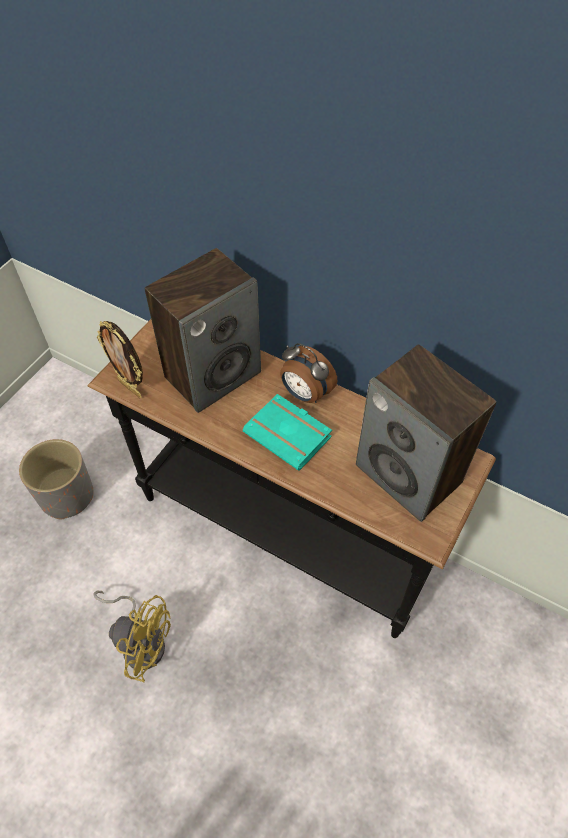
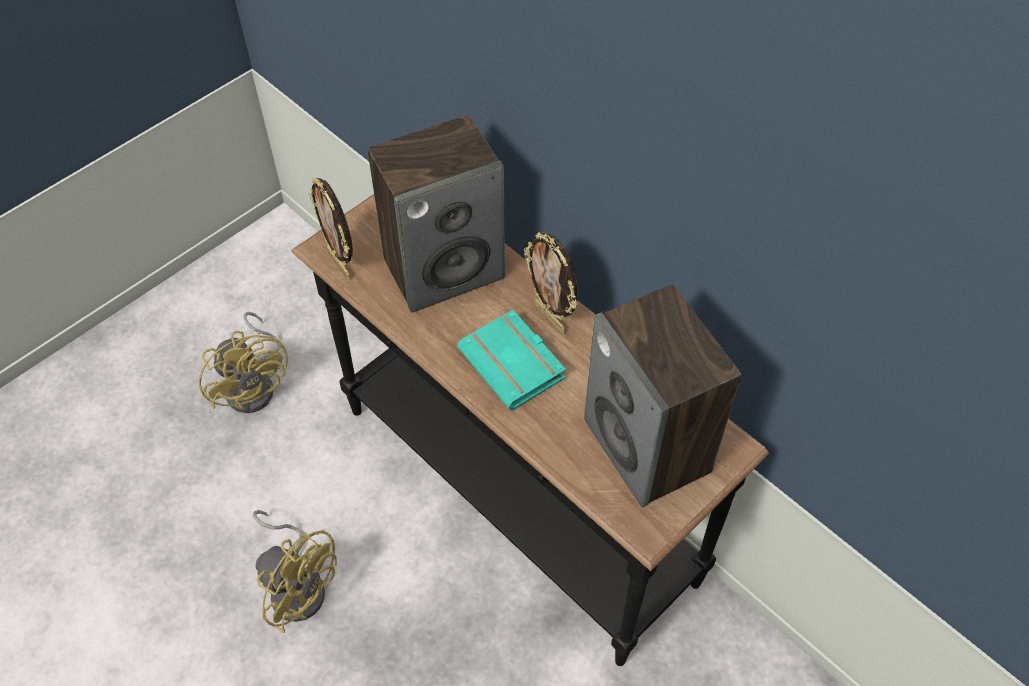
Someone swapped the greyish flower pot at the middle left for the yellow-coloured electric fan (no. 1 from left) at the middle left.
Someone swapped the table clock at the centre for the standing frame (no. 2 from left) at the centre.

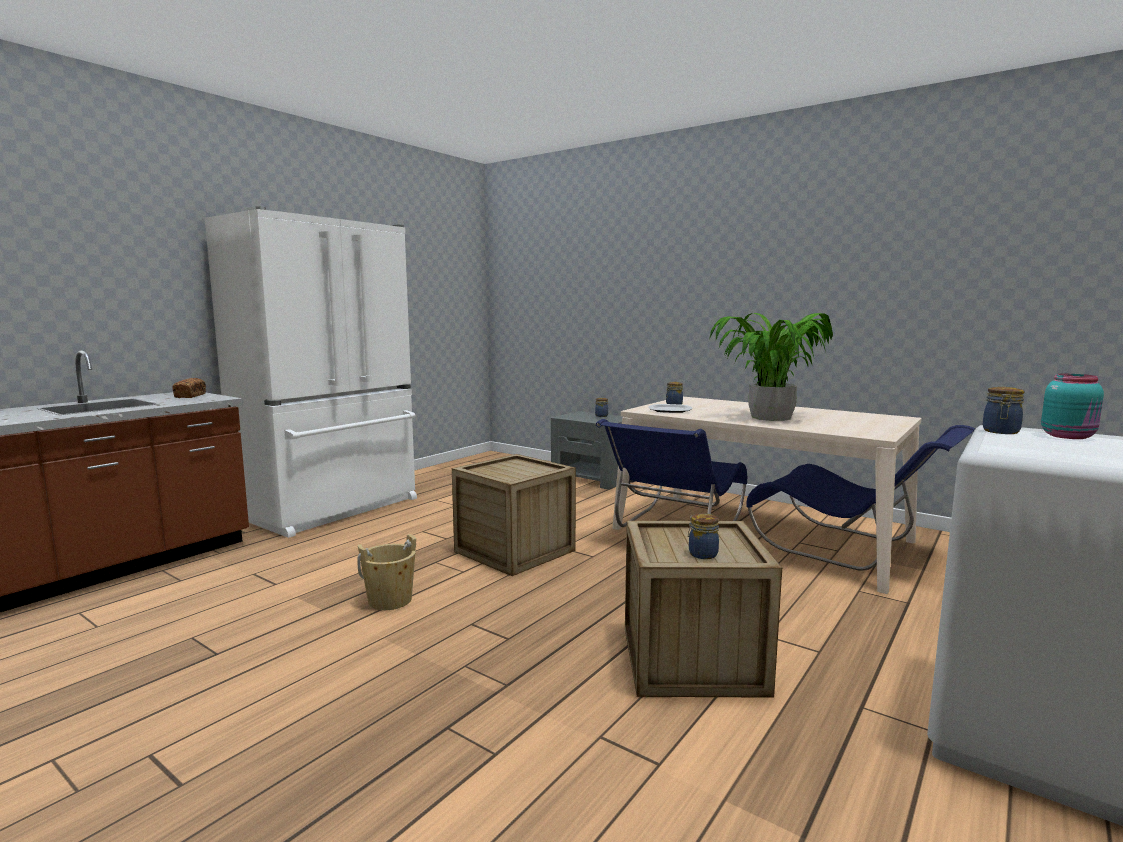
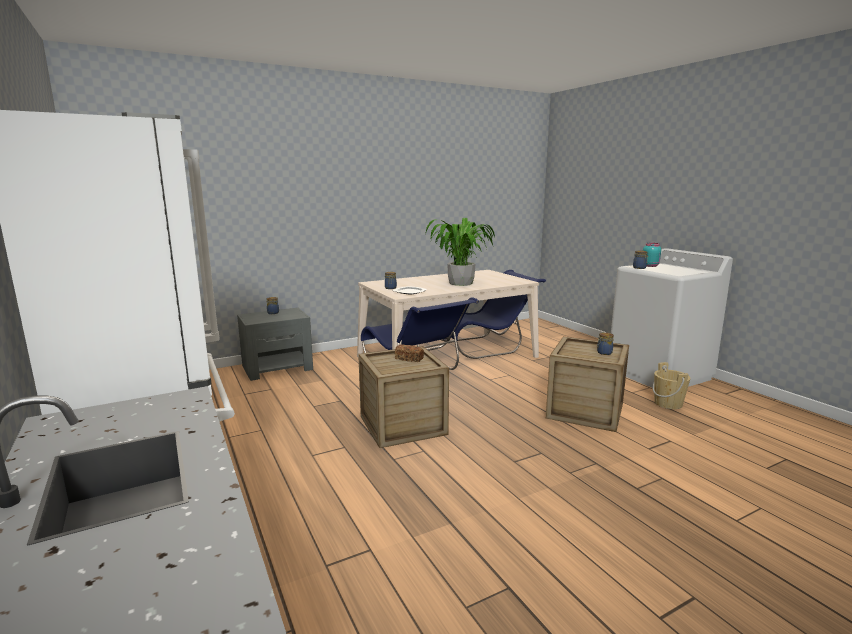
Someone carried the bread from the middle left to the centre.
Someone carried the beige-coloured water bucket from the bottom centre to the middle right.

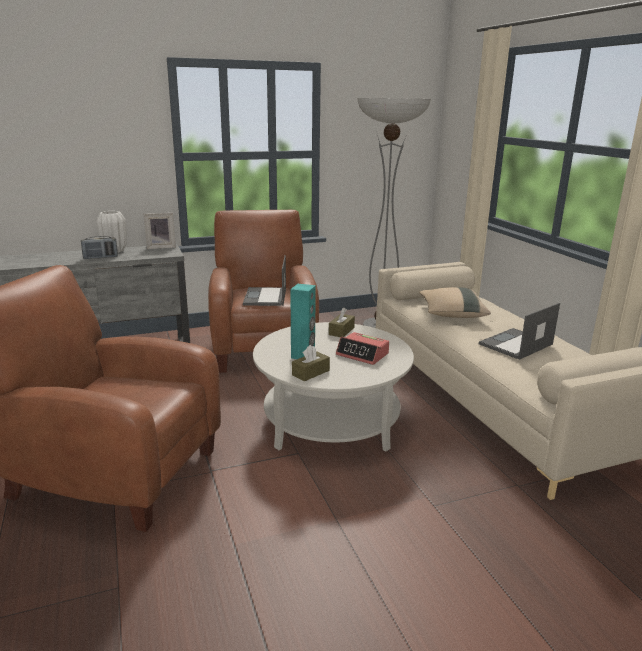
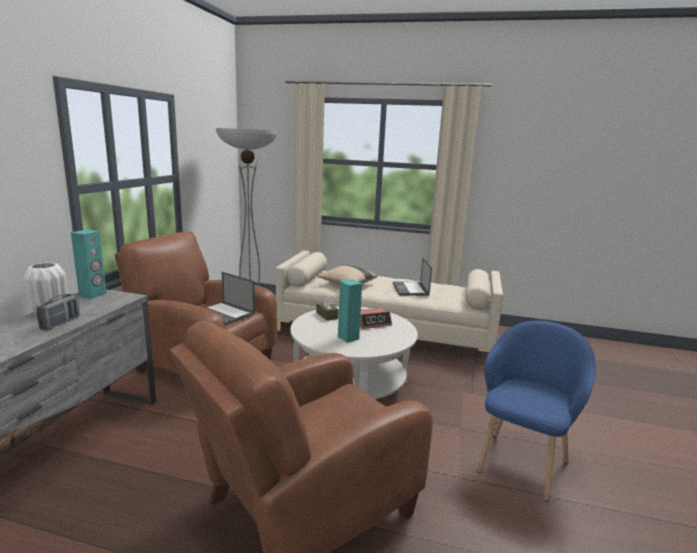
Someone swapped the standing frame at the middle left for the turquoise-coloured loudspeaker (no. 1 from left) at the middle left.
Someone put down the bluish easy chair at the bottom right.
Someone took away the brown tissue box (no. 1 from left) at the centre.

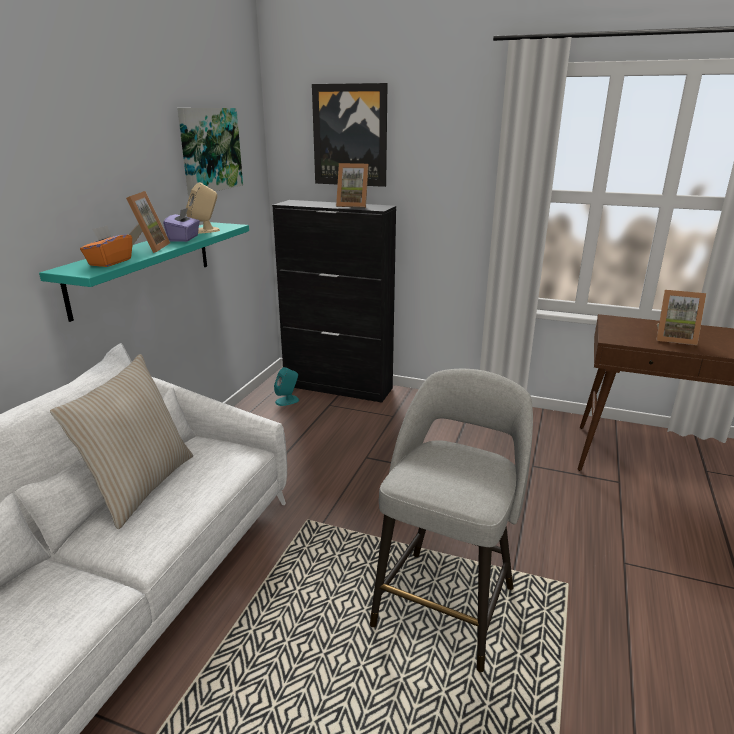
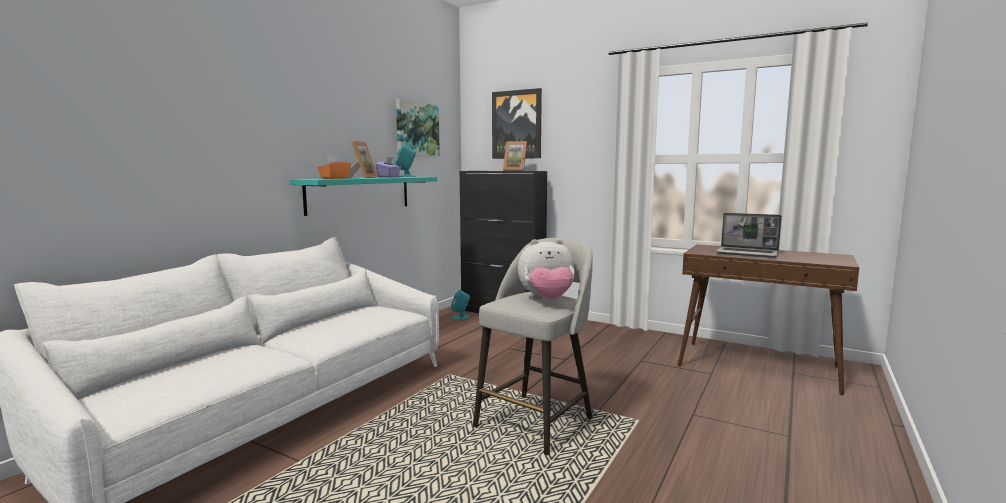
Someone repainted the beige-coloured loudspeaker at the top left, which became the turquoise-coloured loudspeaker (no. 1 from left) at the top centre.
Someone put down the plush toy at the centre.
Someone swapped the standing frame (no. 3 from left) at the middle right for the laptop at the middle right.
Someone took away the beige-coloured throw pillow at the middle left.

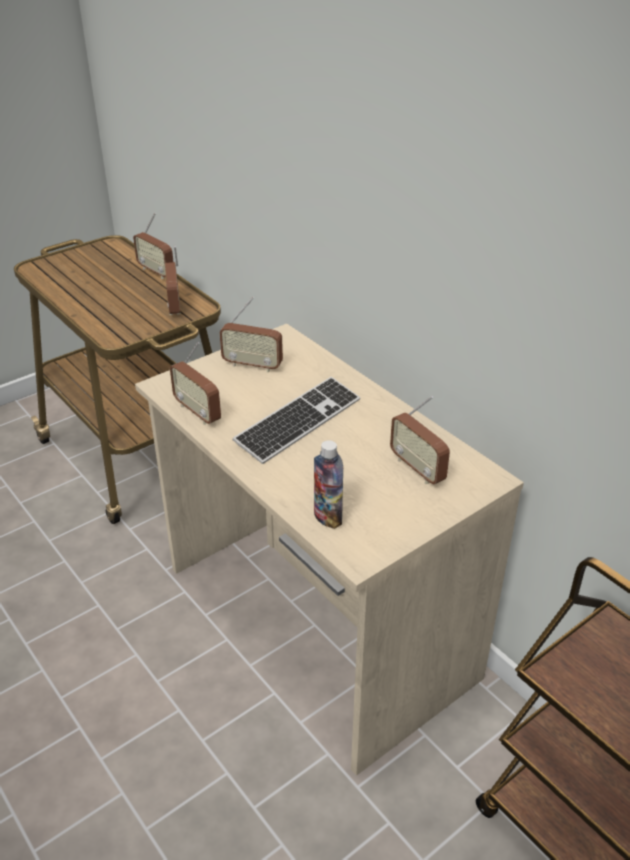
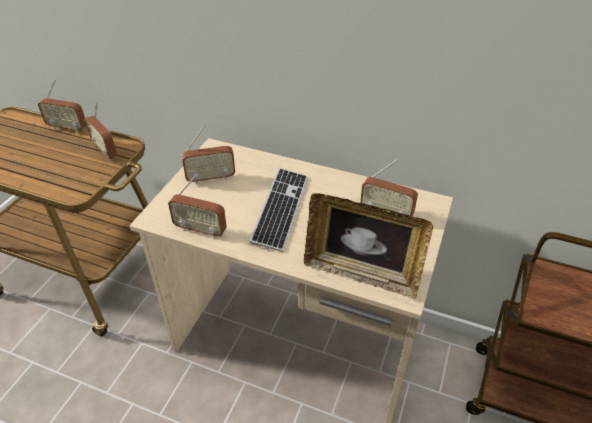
Someone swapped the drink bottle at the centre for the standing frame at the centre.

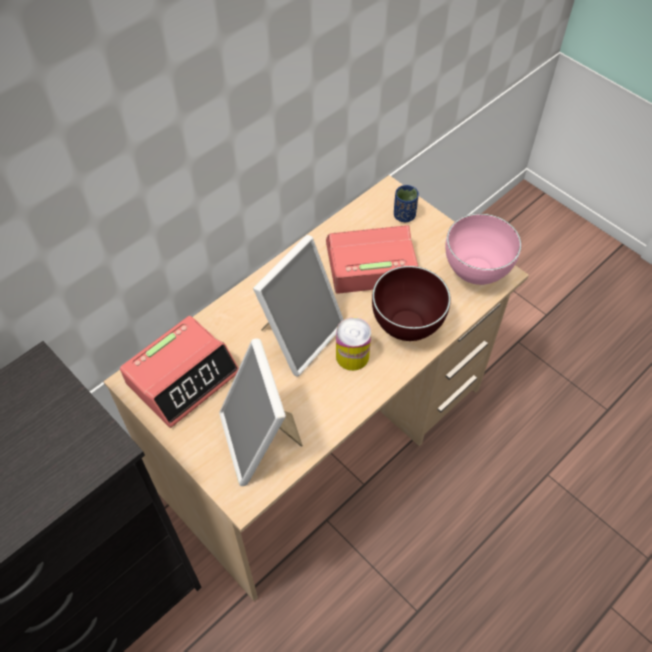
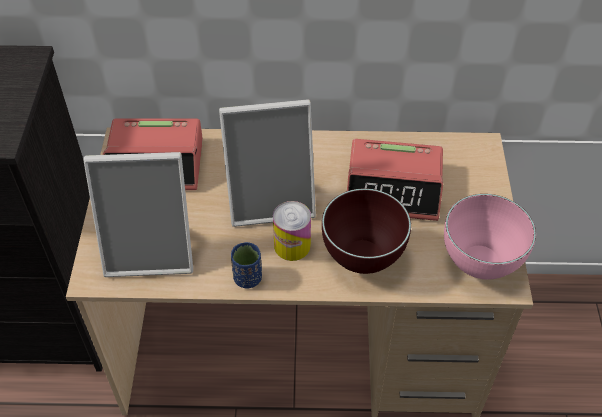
Someone rotated the standing frame (no. 1 from left) at the centre by 120 degrees counterclockwise.
Someone carried the bluish small cup from the top centre to the centre.
Someone rotated the table clock (no. 2 from left) at the centre by 150 degrees clockwise.

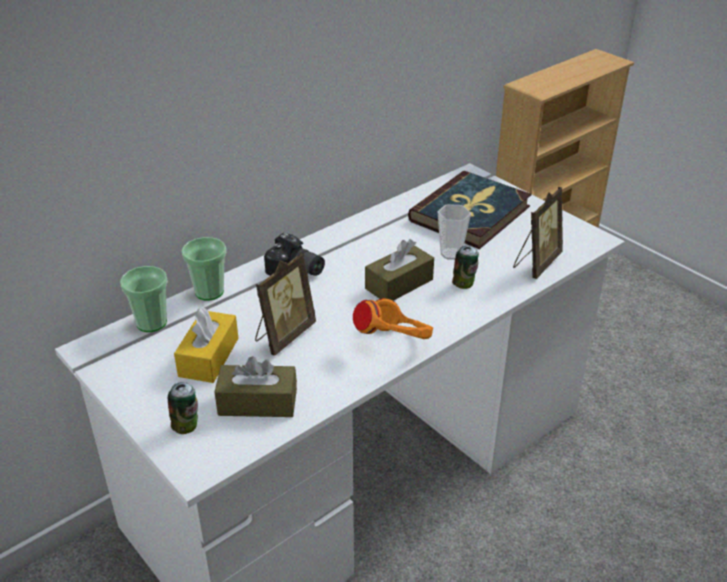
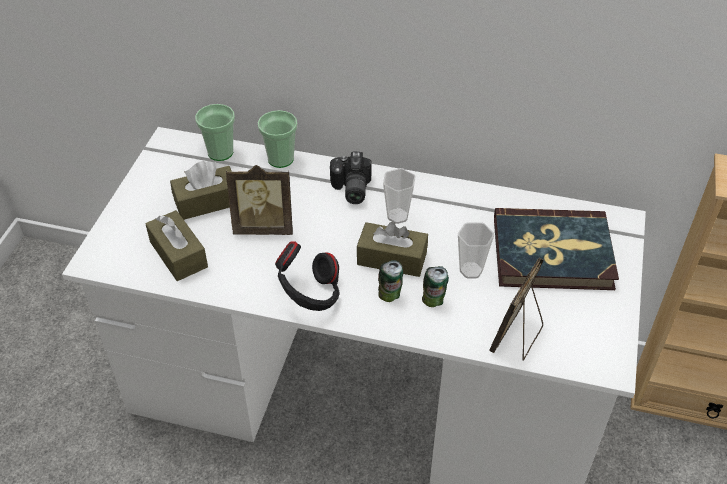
Someone repainted the yellow-coloured tissue box at the middle left, which became the brown tissue box (no. 2 from left) at the middle left.
Someone repainted the orange-coloured pair of headphones at the centre, which became the blackish pair of headphones at the centre.
Someone carried the metal can (no. 1 from left) from the bottom left to the centre.
Someone put down the small cup (no. 3 from left) at the centre.
Someone rotated the standing frame (no. 2 from left) at the middle right by 120 degrees clockwise.

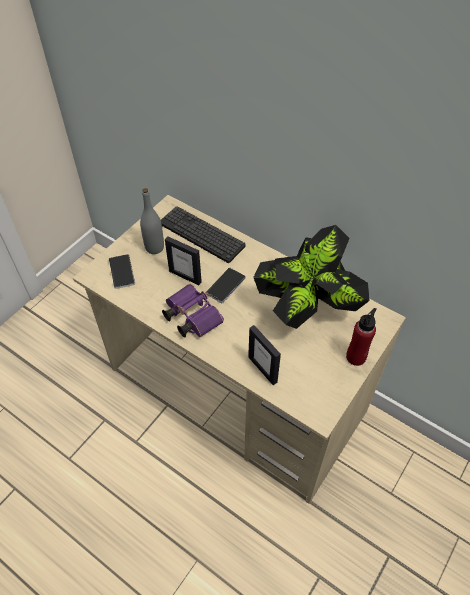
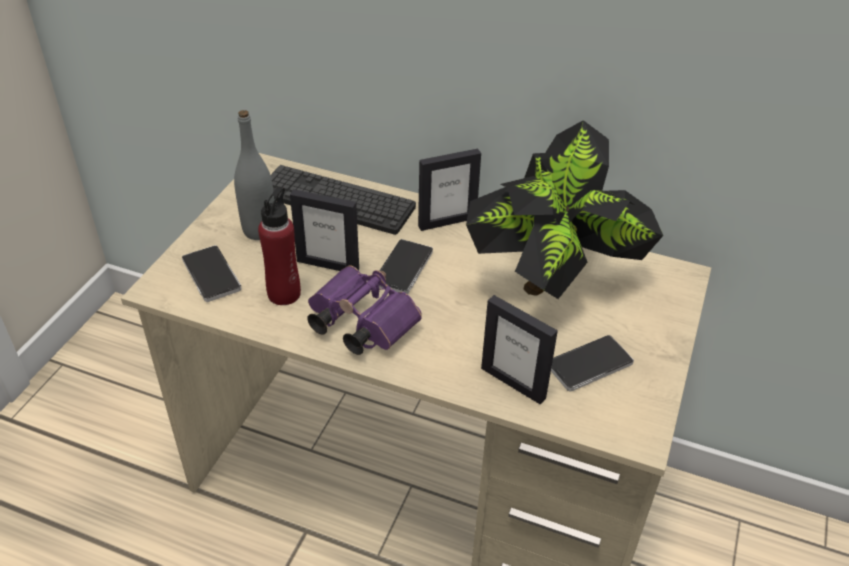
Someone carried the red drink bottle from the middle right to the middle left.
Someone put down the standing frame (no. 2 from left) at the centre.
Someone put down the telephone (no. 3 from left) at the middle right.

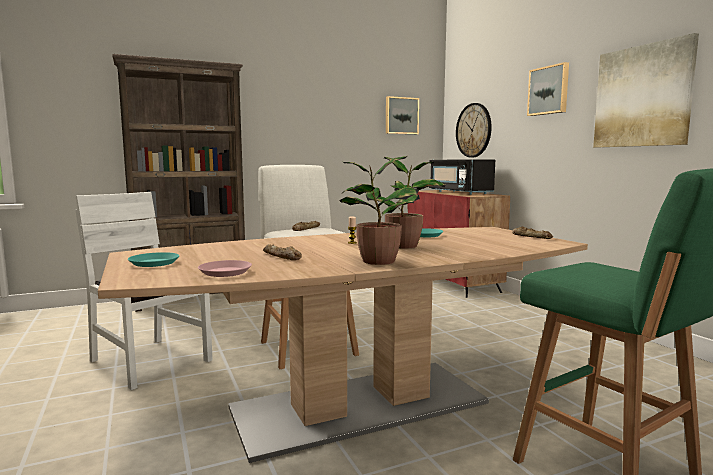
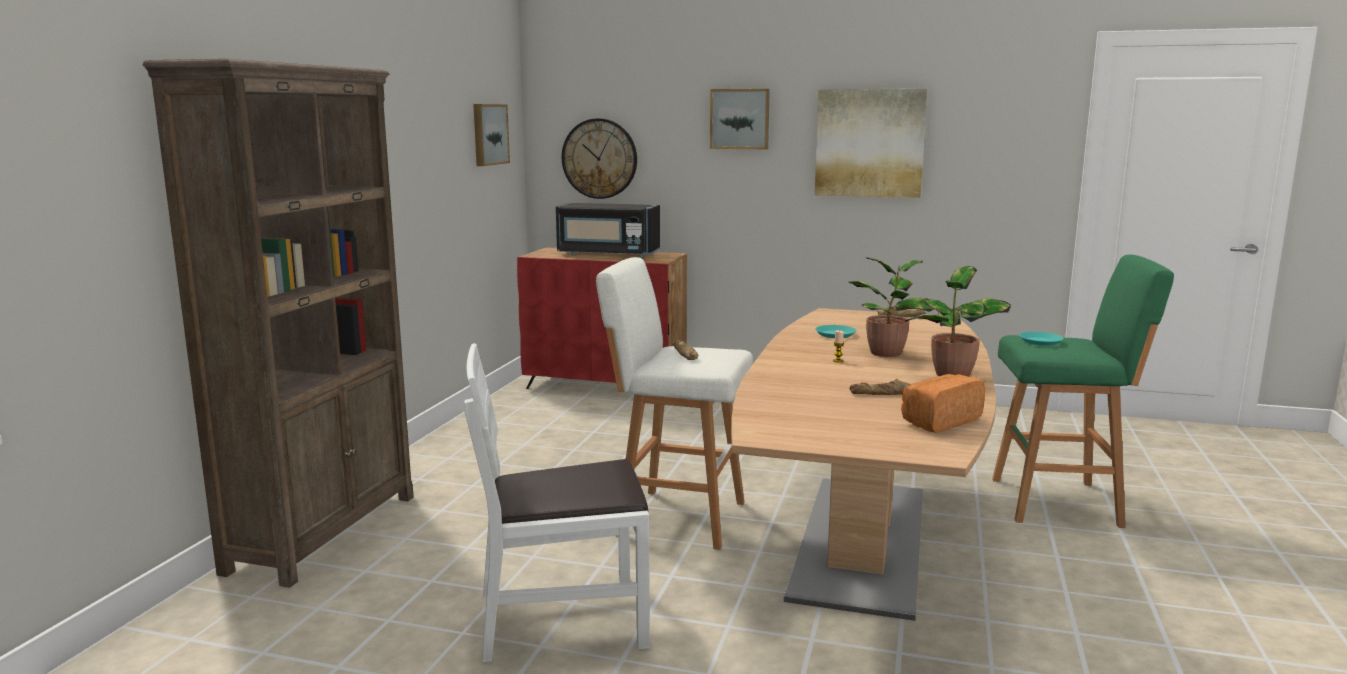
Someone swapped the pink flat dish at the middle left for the bread (no. 4 from left) at the middle right.
Someone carried the turquoise-coloured flat dish (no. 1 from left in the first image) from the middle left to the middle right.

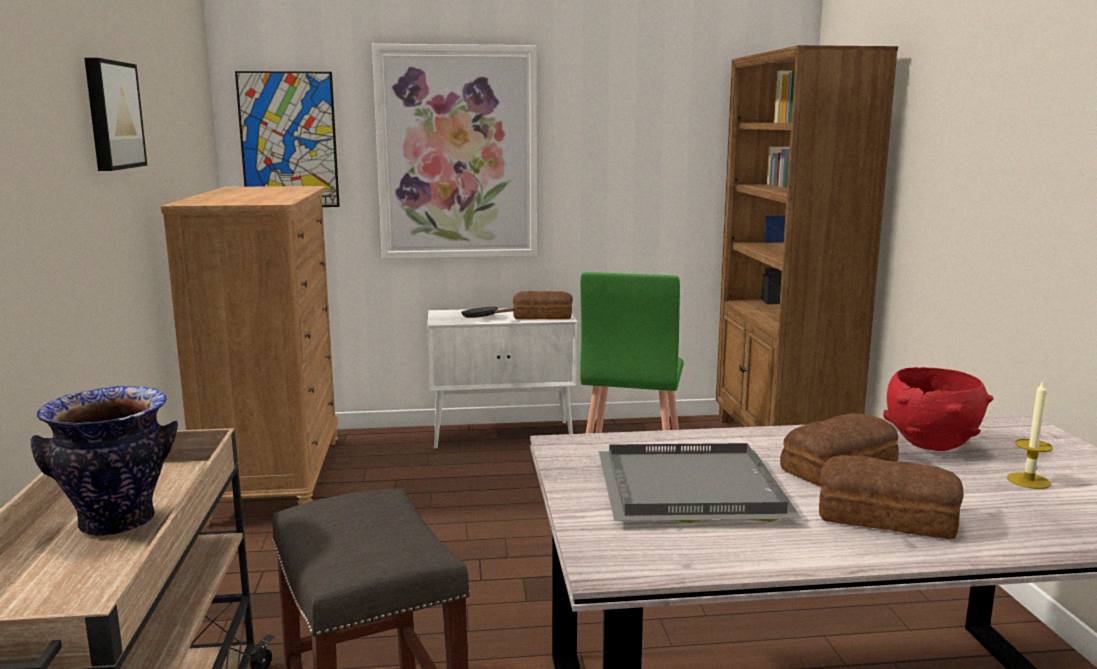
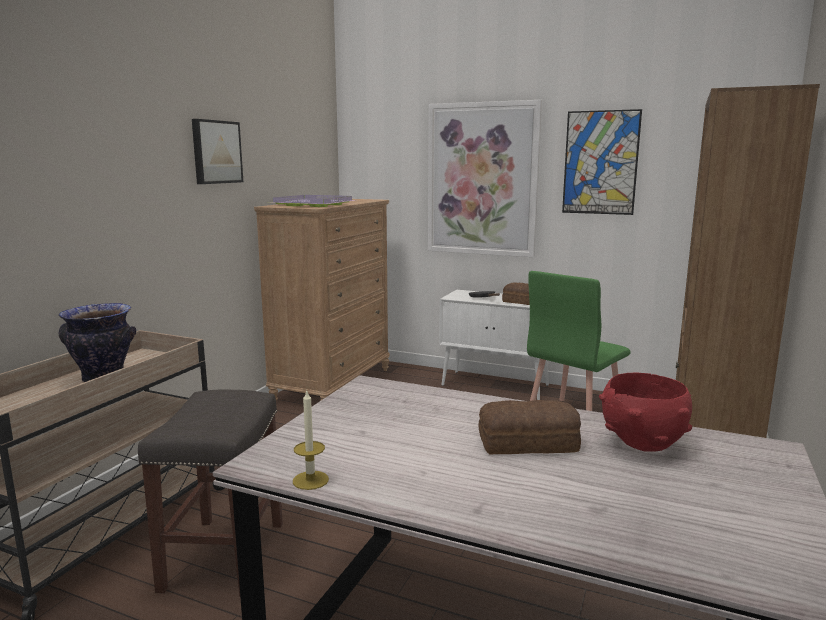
Someone put down the purplish carrying tray at the top centre.
Someone carried the candle from the middle right to the bottom centre.
Someone carried the wall picture (no. 2 from left in the first image) from the top left to the top right.
Someone took away the greyish carrying tray at the bottom centre.
Someone took away the bread (no. 3 from left) at the bottom right.

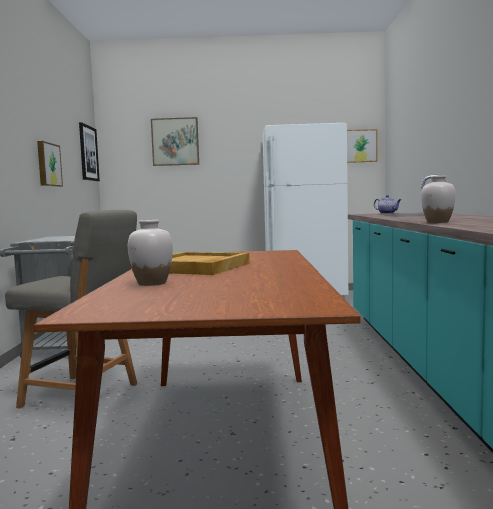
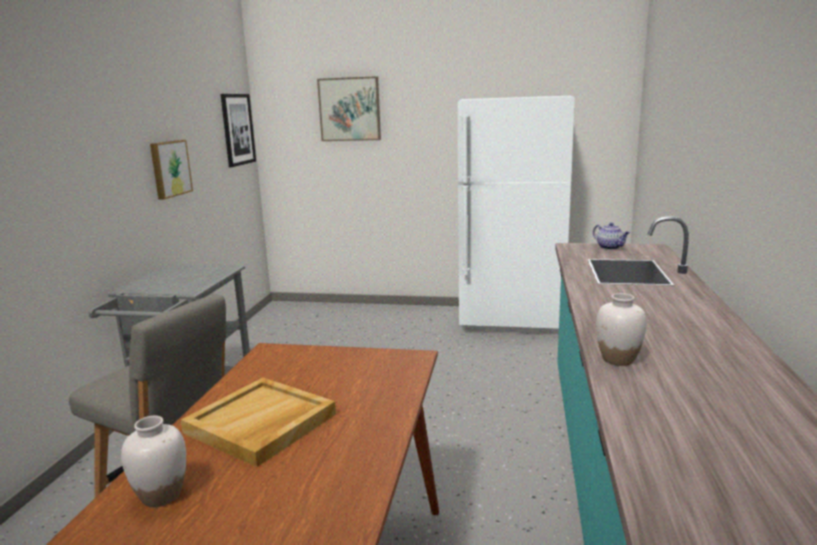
Someone took away the wall picture (no. 4 from left) at the top right.

